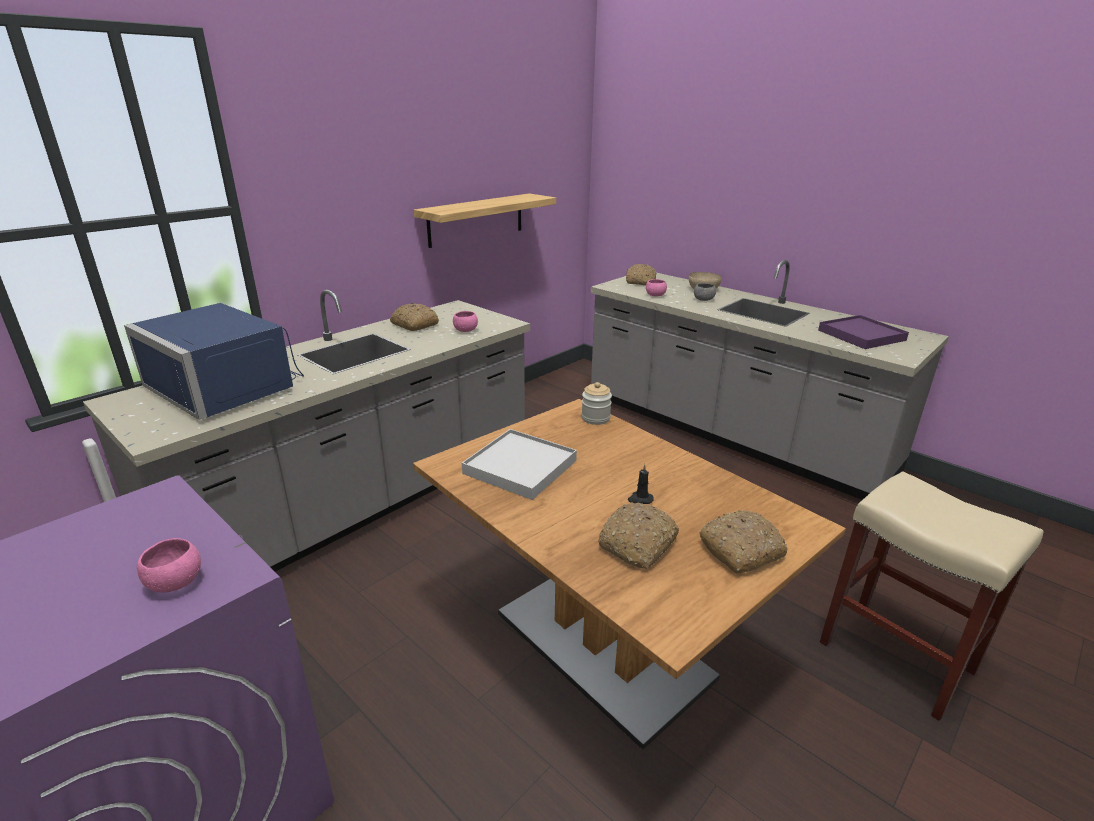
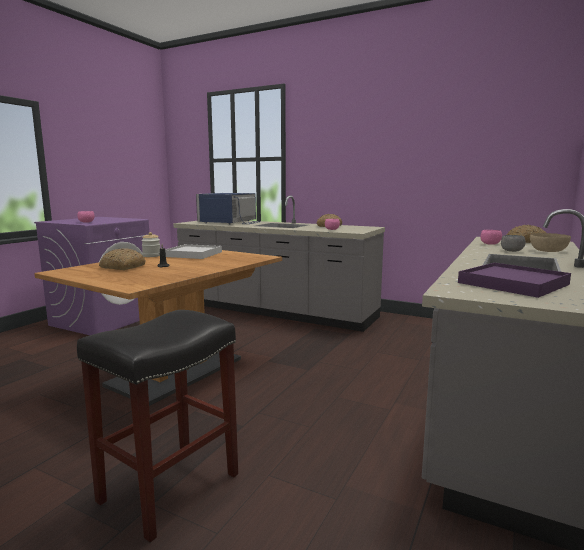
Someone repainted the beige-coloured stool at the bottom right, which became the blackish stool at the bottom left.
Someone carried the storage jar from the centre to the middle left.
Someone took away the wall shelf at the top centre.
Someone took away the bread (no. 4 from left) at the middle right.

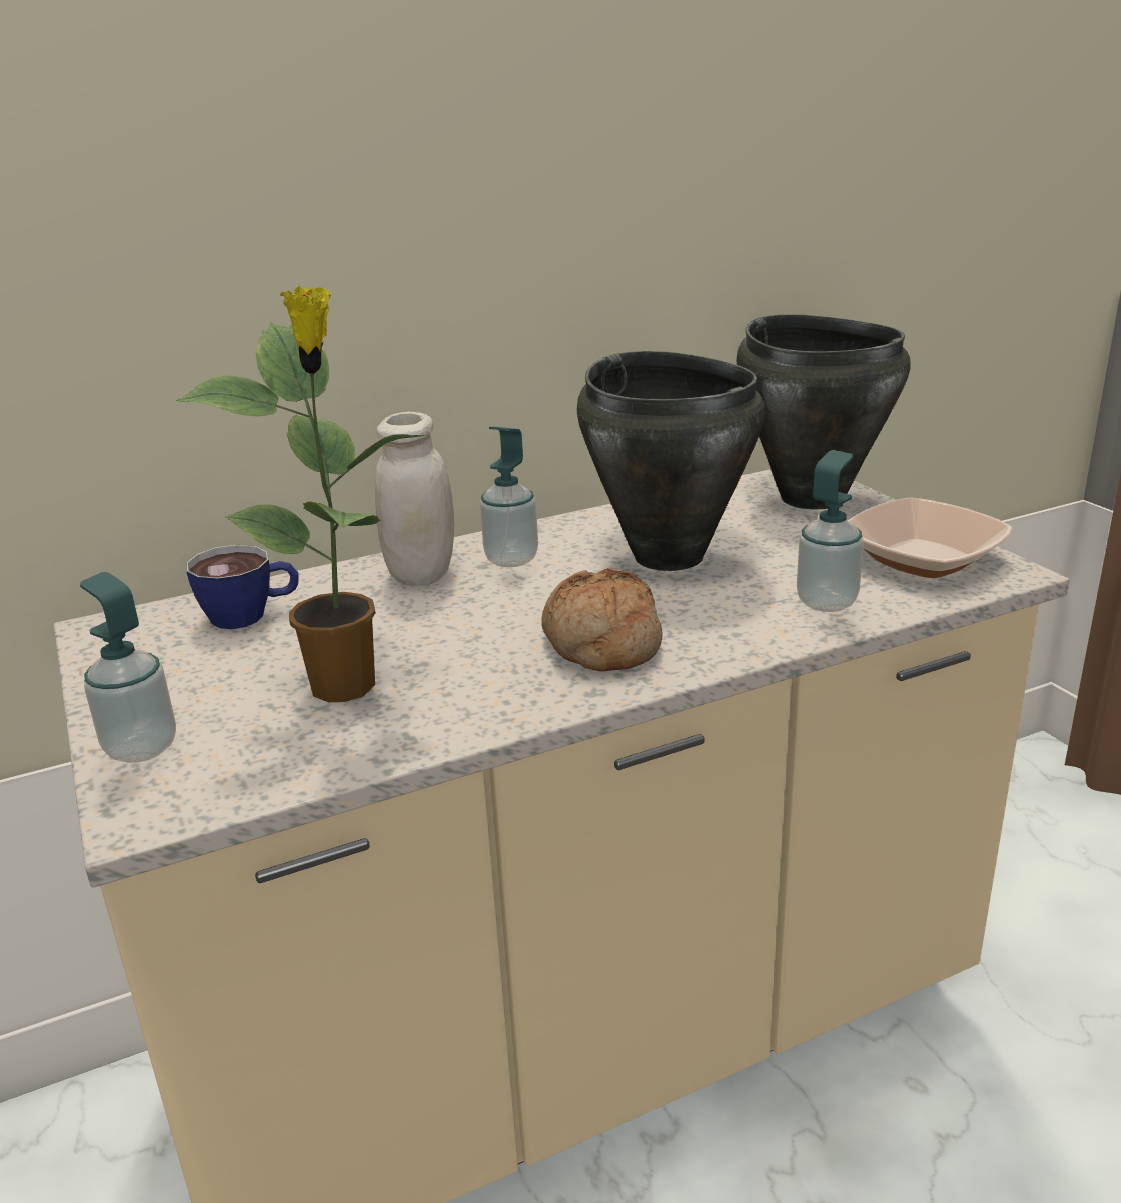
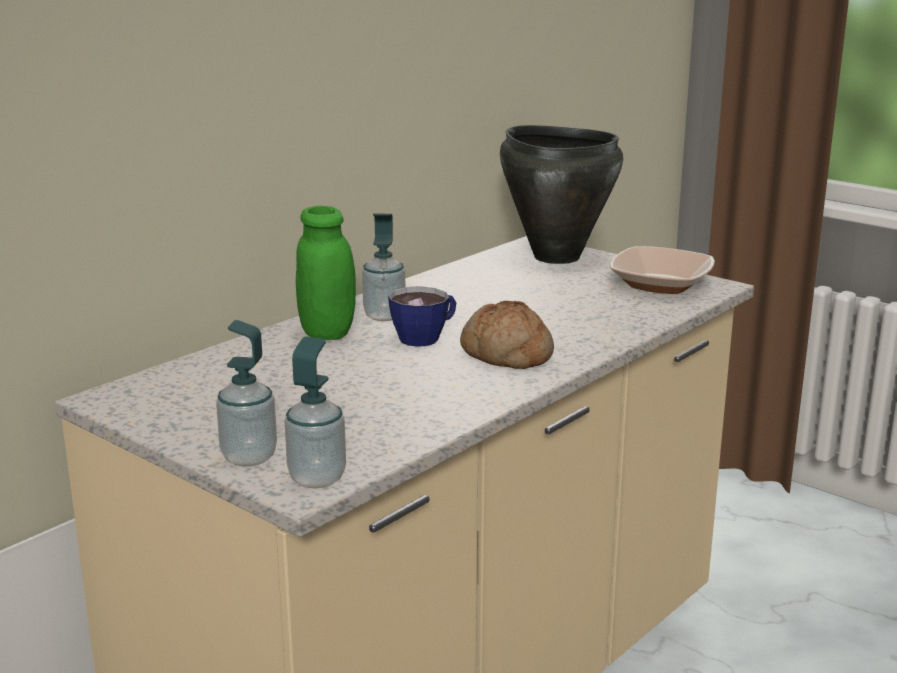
Someone carried the soap bottle (no. 3 from left in the first image) from the middle right to the centre.
Someone repainted the whitish storage jar at the centre, which became the green-coloured storage jar at the centre.
Someone carried the small cup from the middle left to the centre.
Someone took away the houseplant at the middle left.
Someone took away the blackish saucepot (no. 1 from left) at the centre.

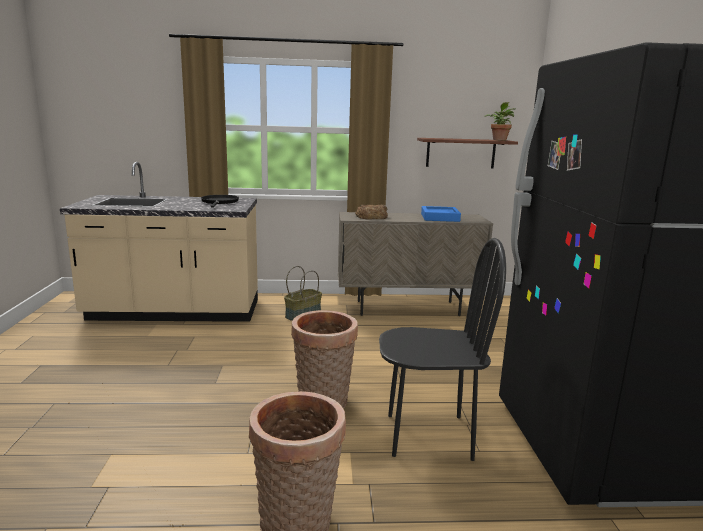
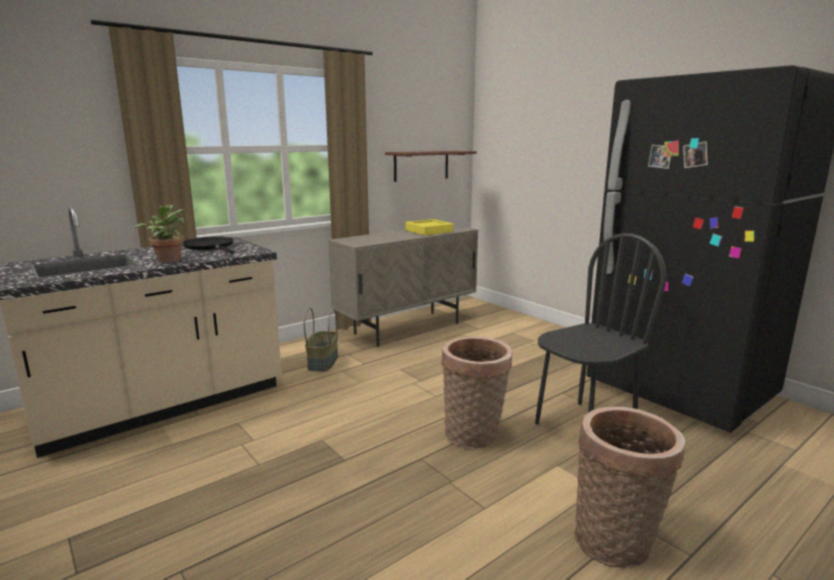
Someone carried the houseplant from the top right to the middle left.
Someone repainted the bluish carrying tray at the centre, which became the yellow-coloured carrying tray at the centre.
Someone took away the bread at the centre.

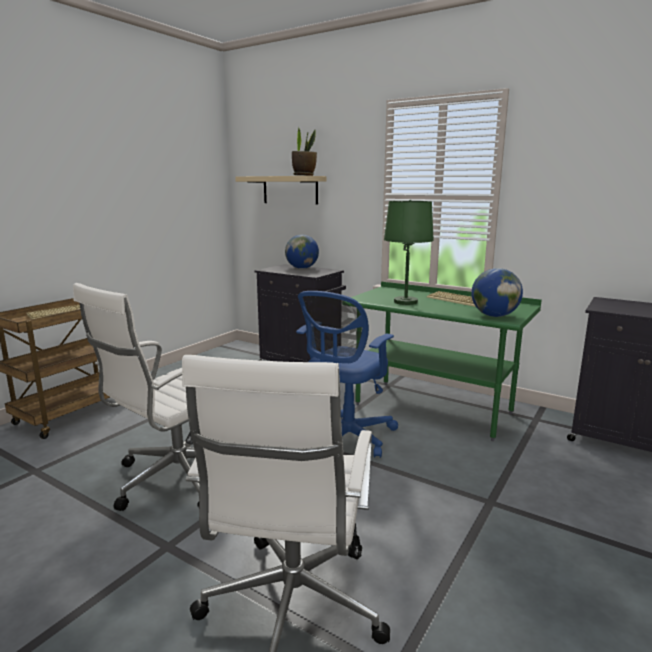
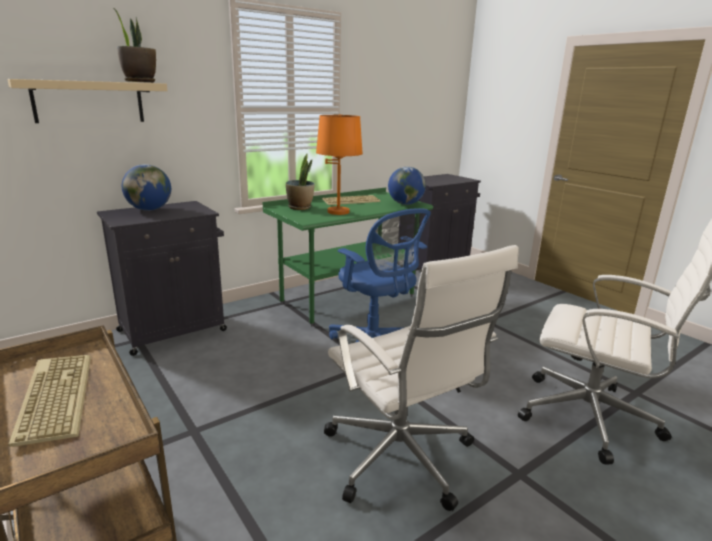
Someone put down the houseplant (no. 2 from left) at the centre.
Someone repainted the green-coloured table lamp at the centre, which became the orange-coloured table lamp at the top centre.

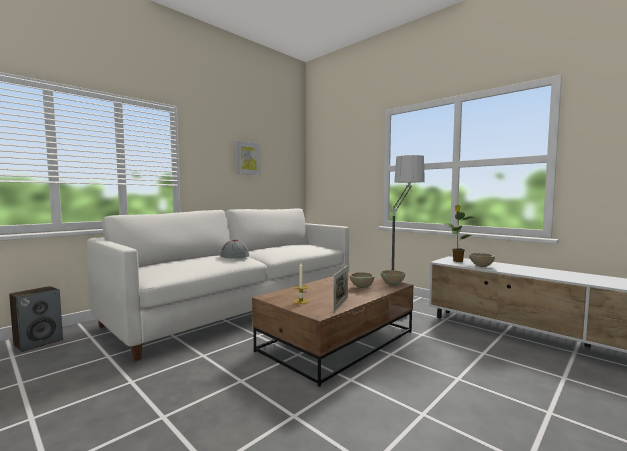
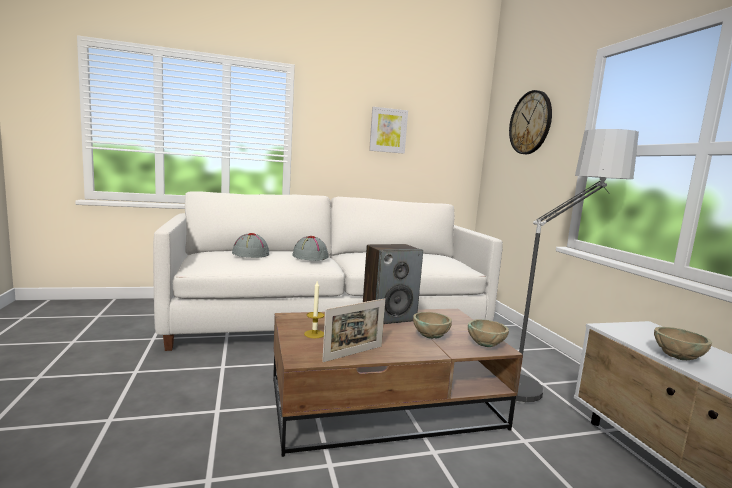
Someone put down the greyish clothing hat (no. 1 from left) at the centre.
Someone carried the loudspeaker from the bottom left to the centre.
Someone put up the hanging clock at the top right.
Someone took away the houseplant at the middle right.

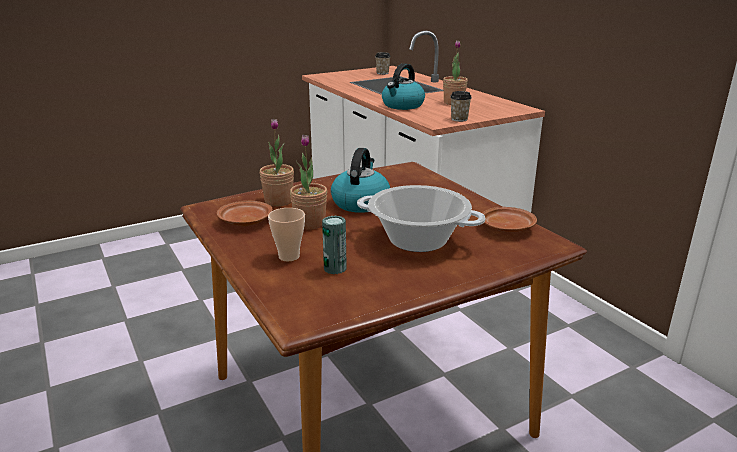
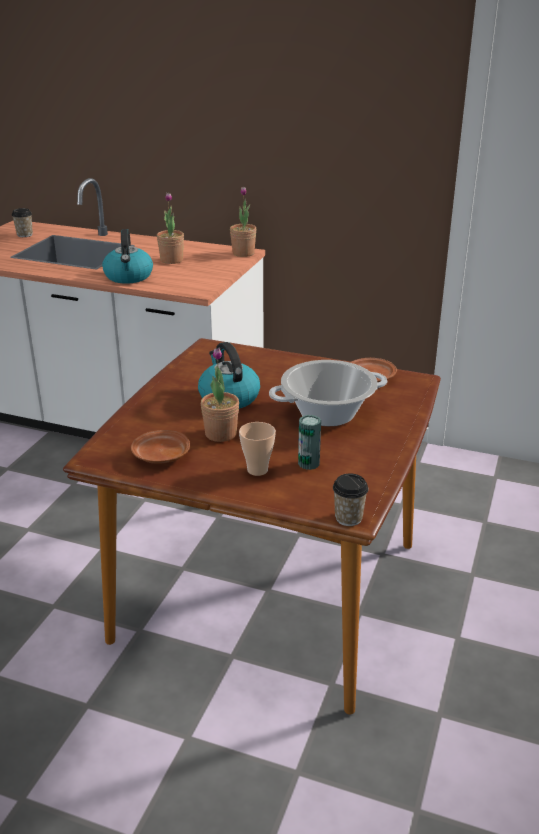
Someone carried the houseplant (no. 1 from left in the first image) from the centre to the top centre.
Someone carried the small cup (no. 3 from left) from the top centre to the centre.

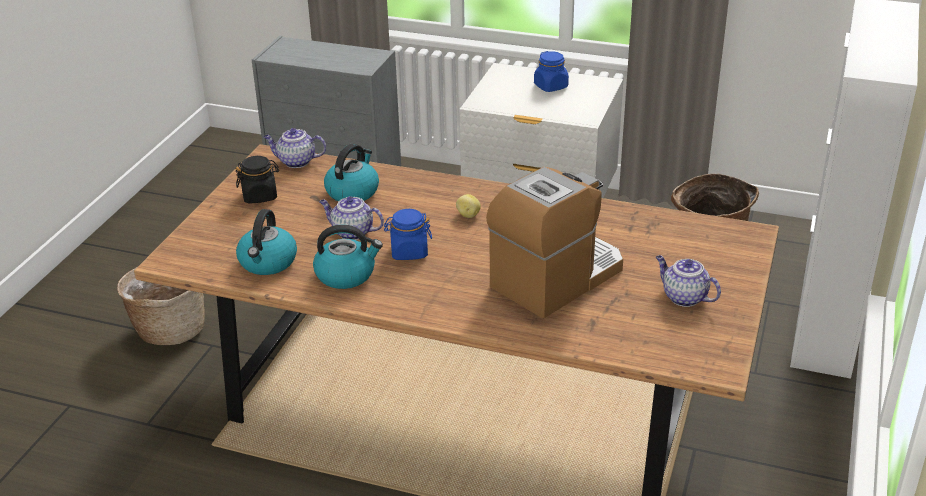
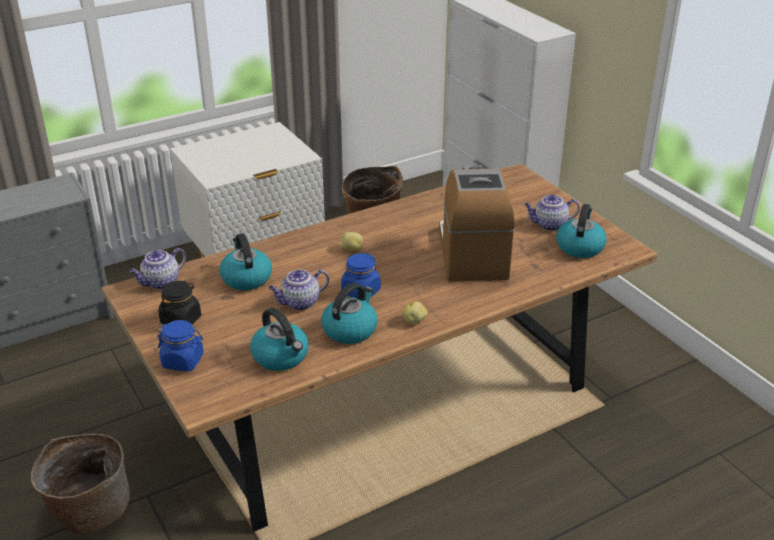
Someone carried the bluish storage jar (no. 2 from left in the first image) from the top centre to the middle left.
Someone put down the whole potato (no. 2 from left) at the centre.
Someone put down the tea kettle (no. 4 from left) at the middle right.

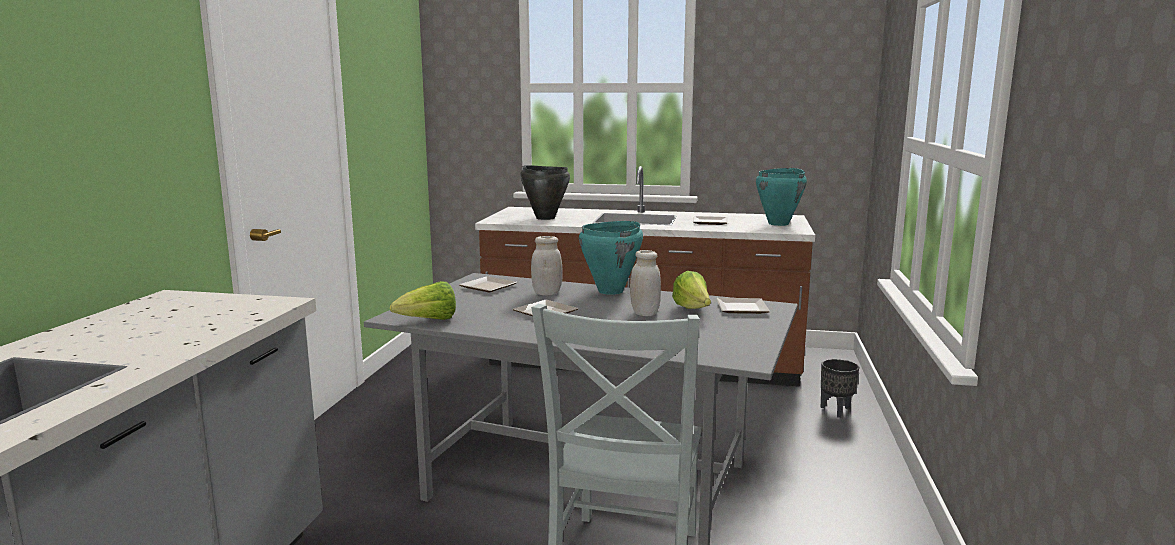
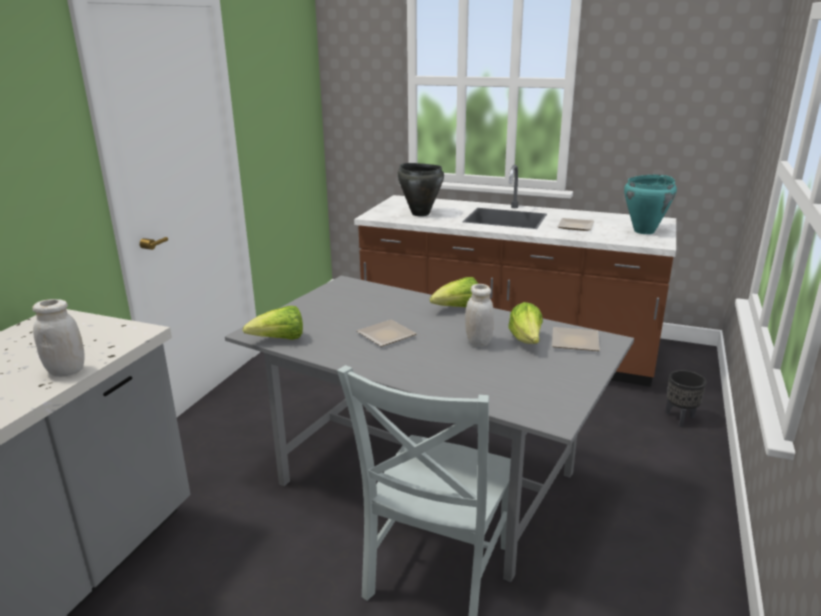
Someone carried the whitish storage jar (no. 1 from left) from the centre to the middle left.
Someone swapped the turquoise-coloured saucepot (no. 1 from left) at the centre for the lettuce (no. 2 from left) at the centre.
Someone took away the flat dish (no. 1 from left) at the centre.

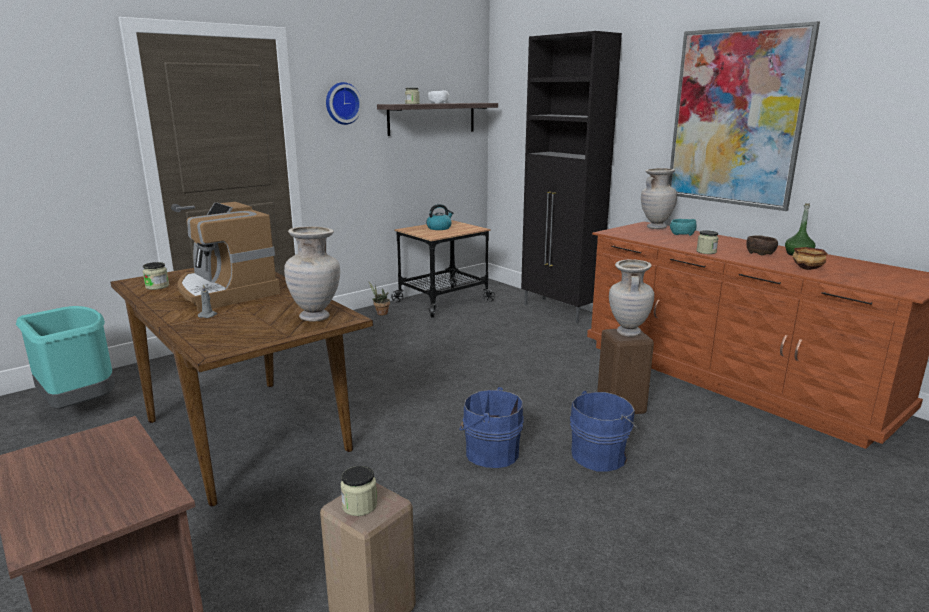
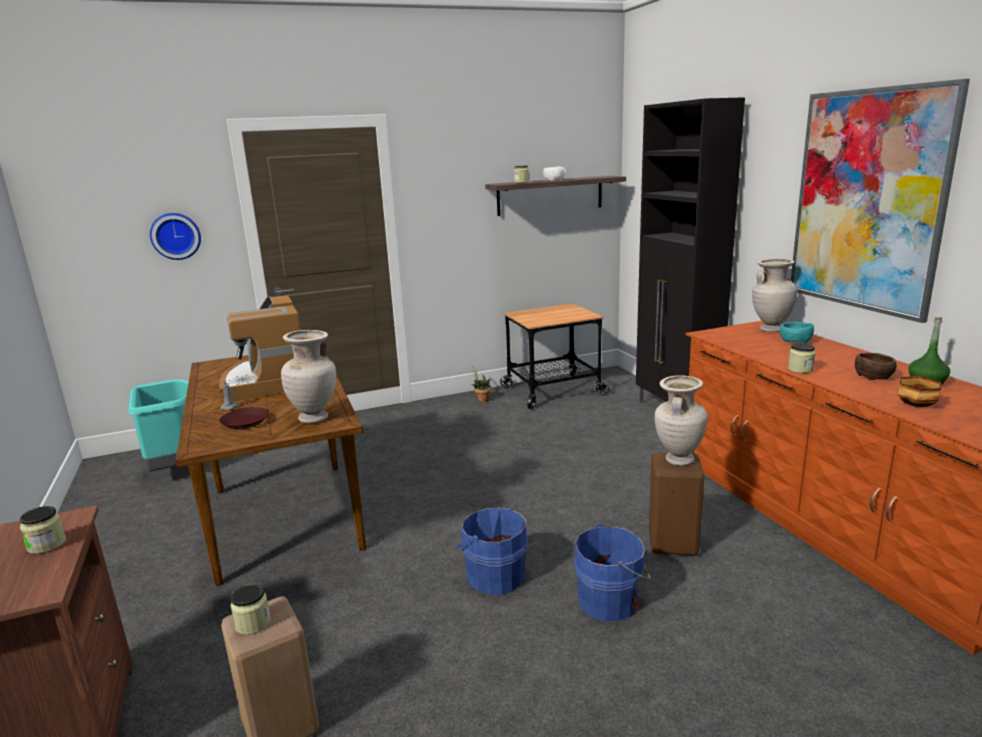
Someone carried the storage jar (no. 1 from left) from the middle left to the bottom left.
Someone carried the hanging clock from the top centre to the top left.
Someone put down the brown flat dish at the middle left.
Someone took away the tea kettle at the centre.

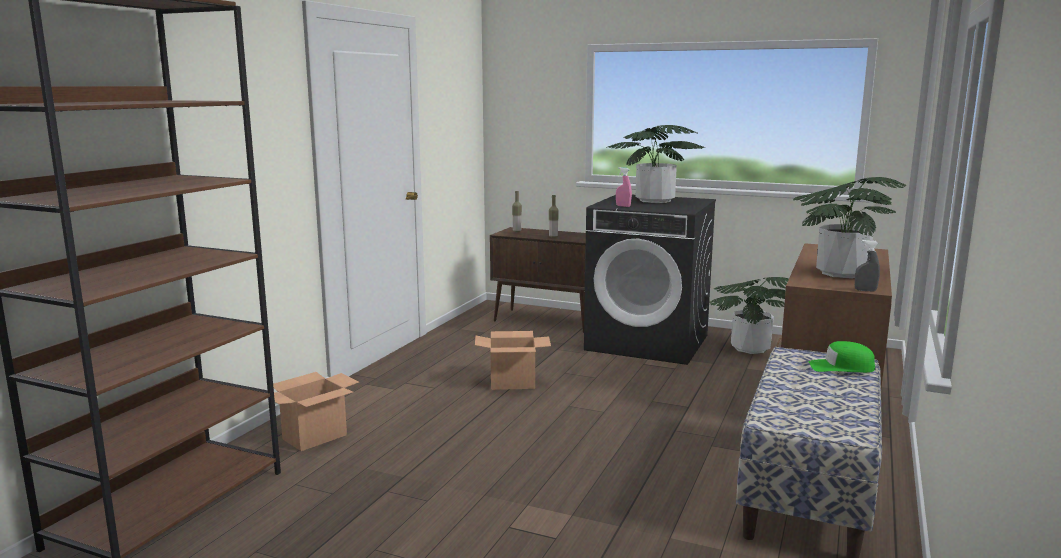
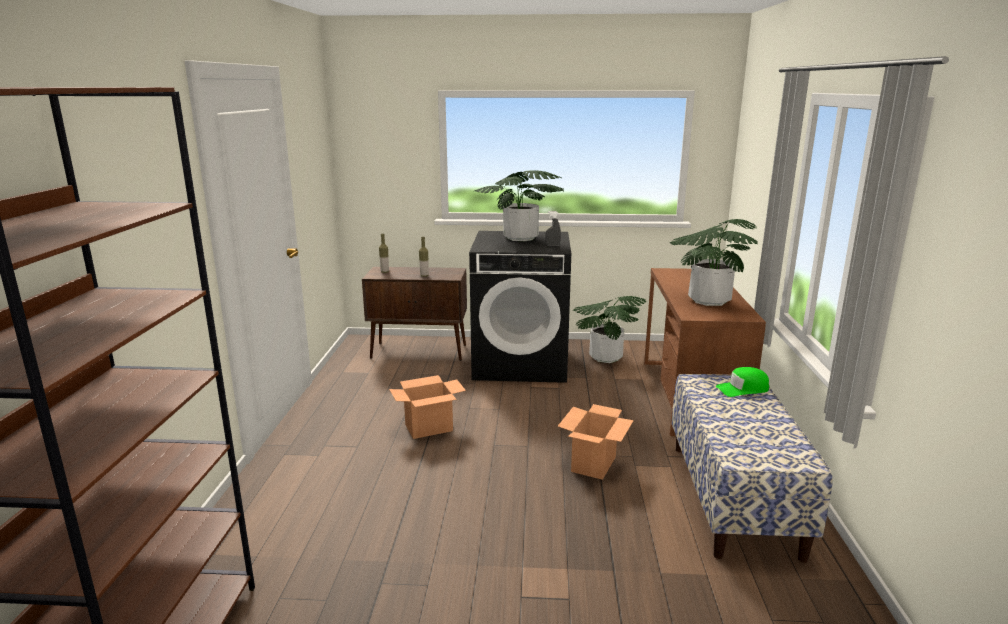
Someone carried the greyish spray bottle from the middle right to the centre.
Someone carried the cardboard box (no. 1 from left in the first image) from the bottom left to the bottom centre.
Someone took away the pink spray bottle at the centre.

